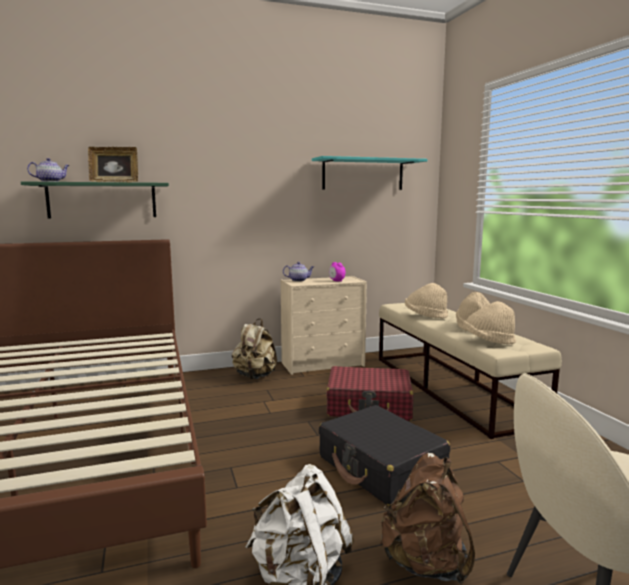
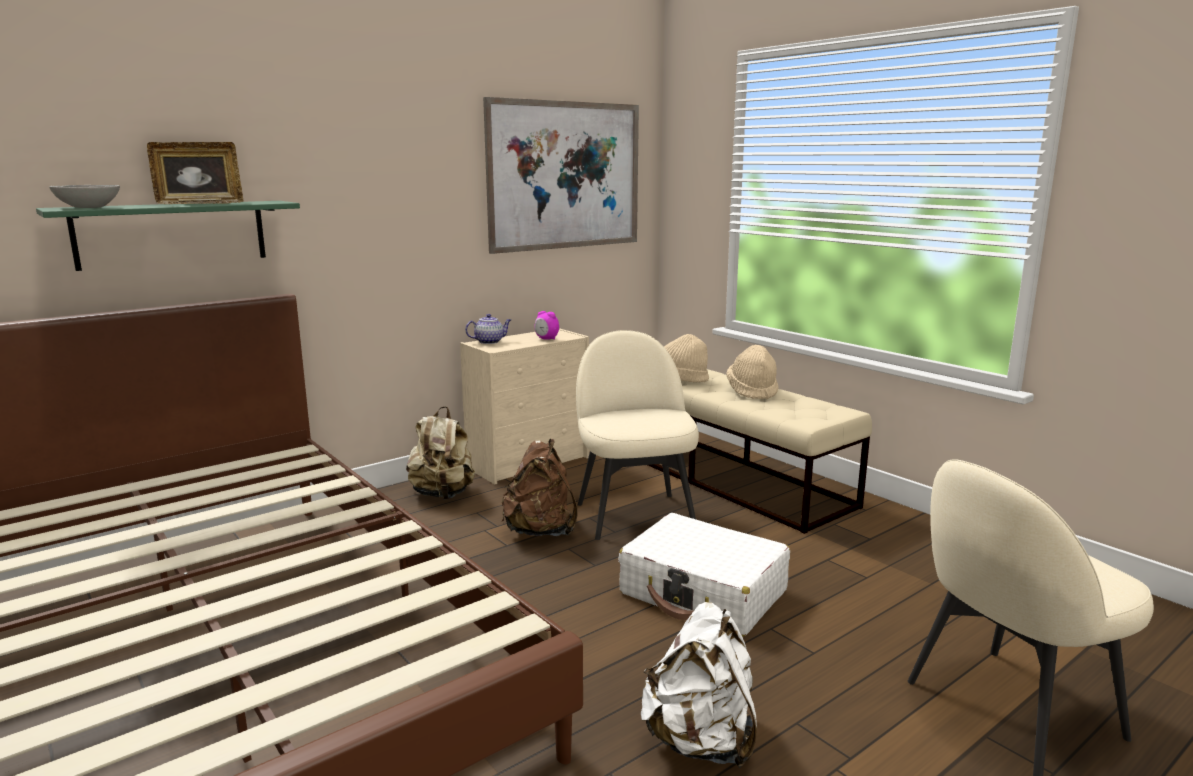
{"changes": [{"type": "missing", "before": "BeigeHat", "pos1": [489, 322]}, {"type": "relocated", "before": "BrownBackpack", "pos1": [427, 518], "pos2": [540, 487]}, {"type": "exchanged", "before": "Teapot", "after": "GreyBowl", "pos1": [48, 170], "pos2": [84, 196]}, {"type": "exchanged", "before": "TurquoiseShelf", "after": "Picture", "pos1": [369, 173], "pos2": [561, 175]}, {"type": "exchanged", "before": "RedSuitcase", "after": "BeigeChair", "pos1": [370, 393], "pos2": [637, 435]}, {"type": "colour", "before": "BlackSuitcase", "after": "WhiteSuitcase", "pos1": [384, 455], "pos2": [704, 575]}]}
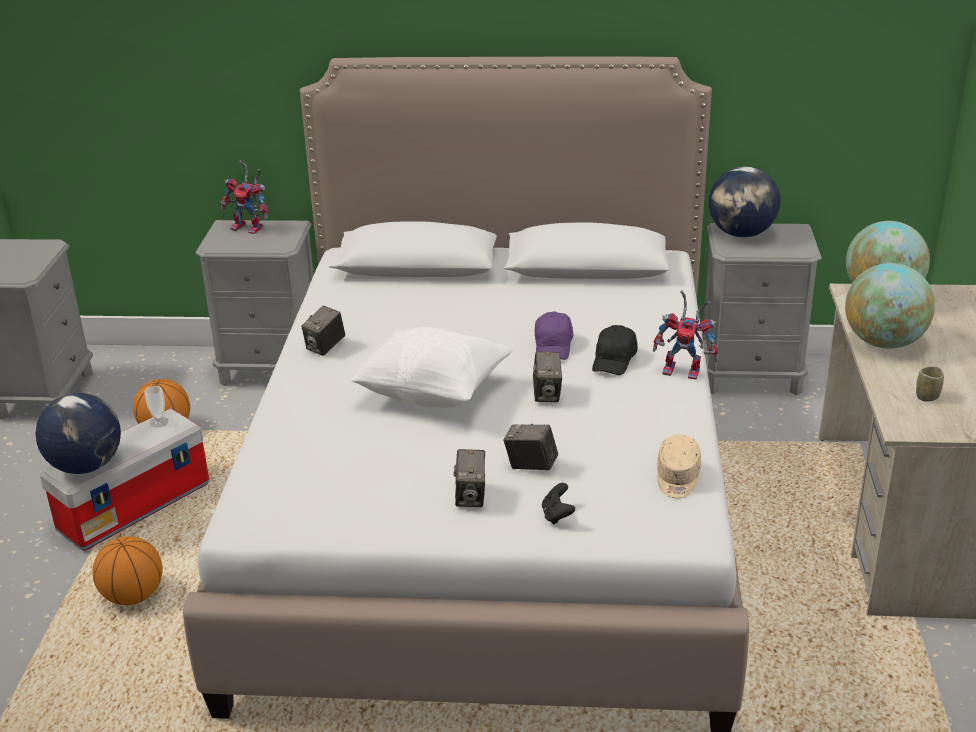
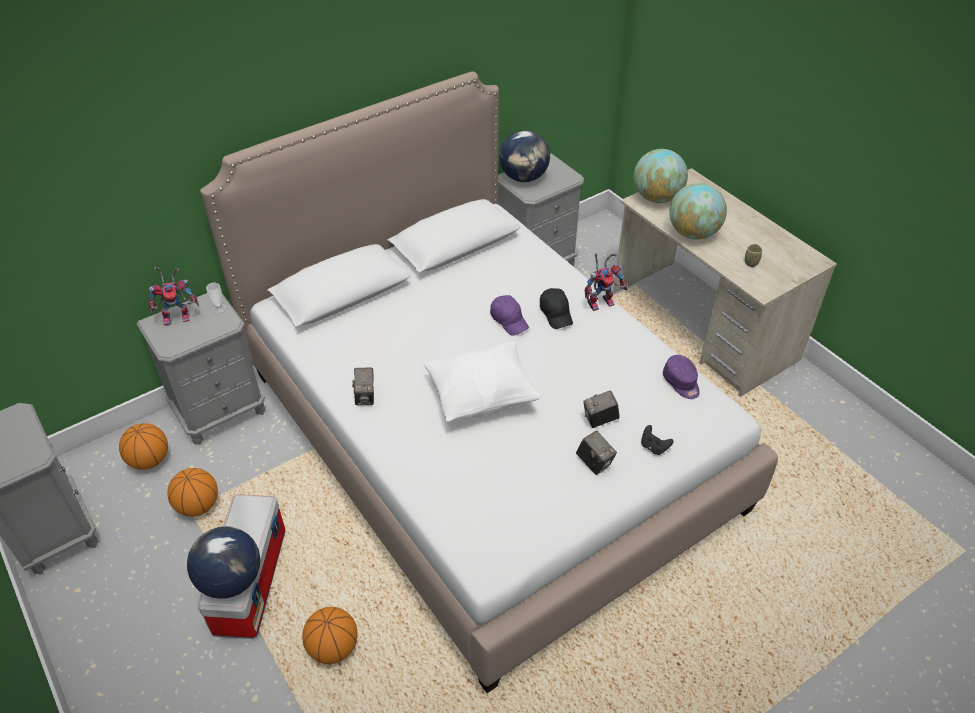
{"changes": [{"type": "missing", "before": "PhotoCamera", "pos1": [547, 376]}, {"type": "appeared", "after": "Basketball", "pos2": [143, 446]}, {"type": "relocated", "before": "Cup", "pos1": [157, 406], "pos2": [216, 298]}, {"type": "colour", "before": "BeigeCap", "after": "PurpleCap", "pos1": [679, 466], "pos2": [681, 377]}]}
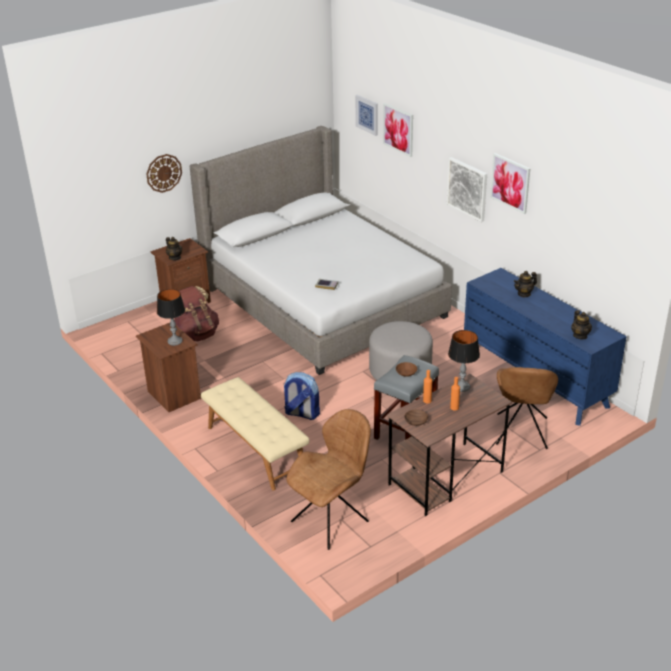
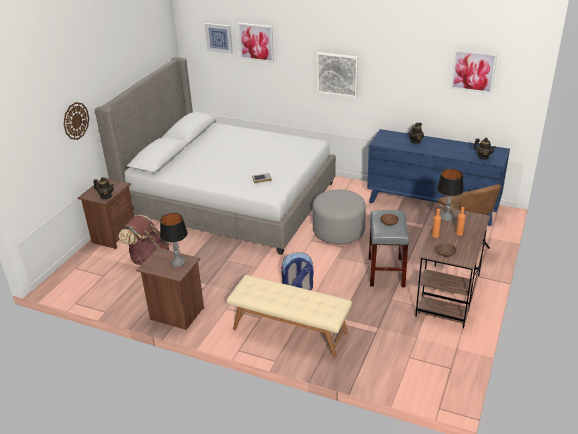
{"changes": [{"type": "missing", "before": "BrownChair", "pos1": [328, 479]}, {"type": "relocated", "before": "Picture", "pos1": [510, 183], "pos2": [474, 71]}]}
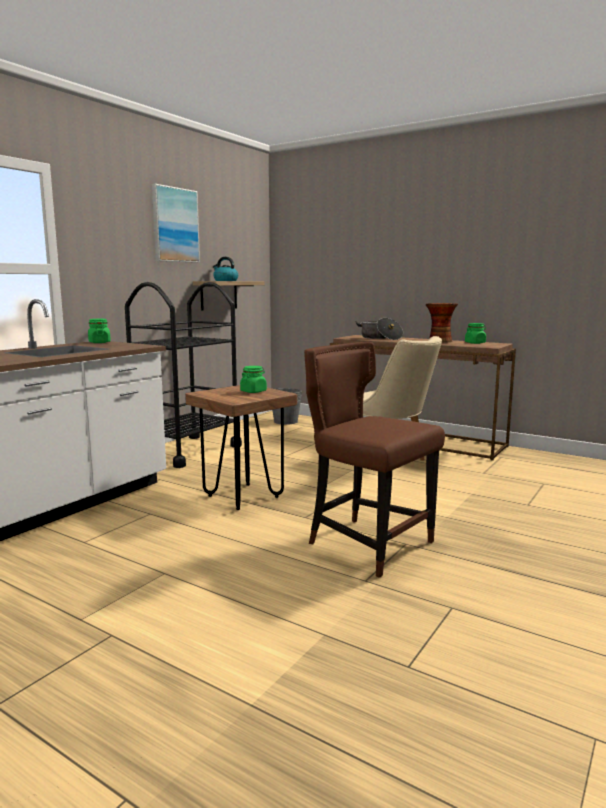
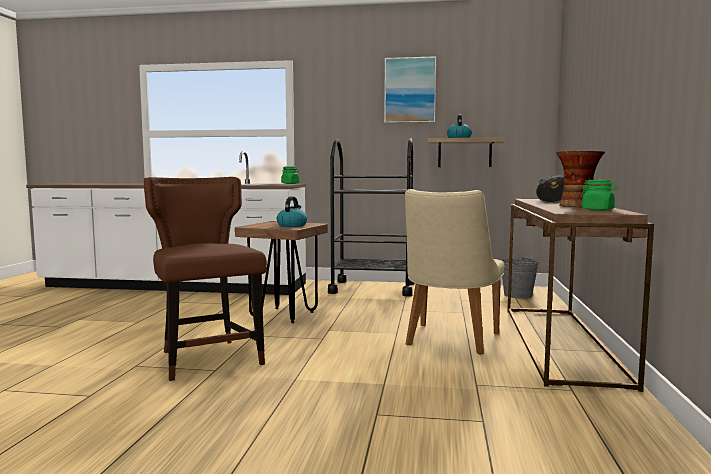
{"changes": [{"type": "exchanged", "before": "GreenJar", "after": "Kettle", "pos1": [253, 379], "pos2": [292, 211]}, {"type": "spun", "before": "BrownChair", "pos1": [374, 460], "pos2": [205, 279], "turn": -45}]}
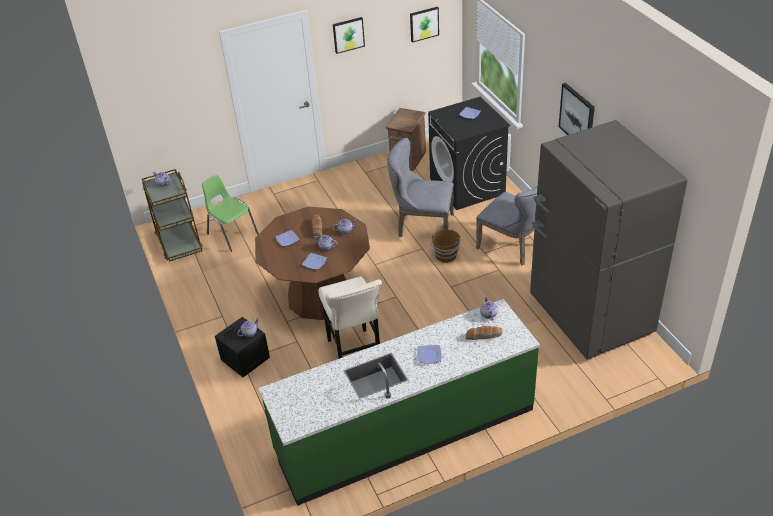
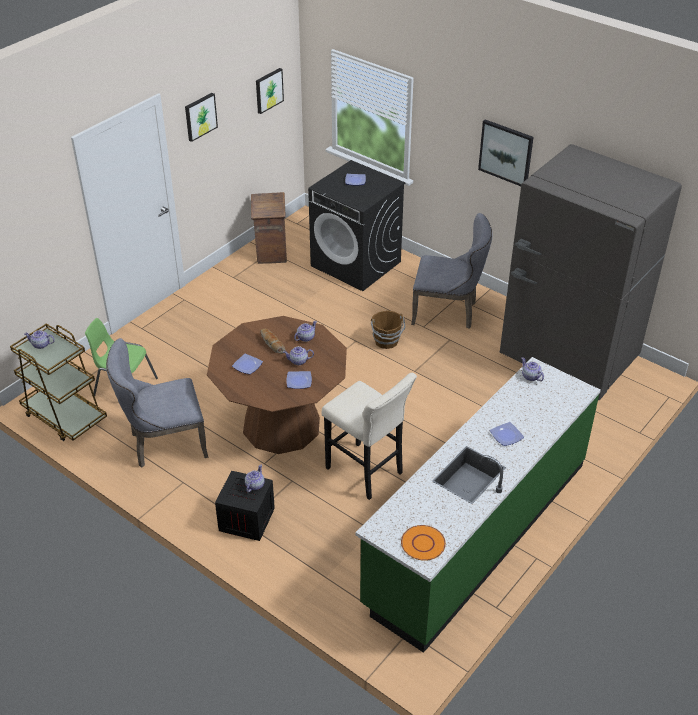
{"changes": [{"type": "missing", "before": "Bread", "pos1": [483, 333]}, {"type": "appeared", "after": "OrangePlate", "pos2": [423, 543]}, {"type": "relocated", "before": "GreyChair", "pos1": [420, 187], "pos2": [157, 403]}]}
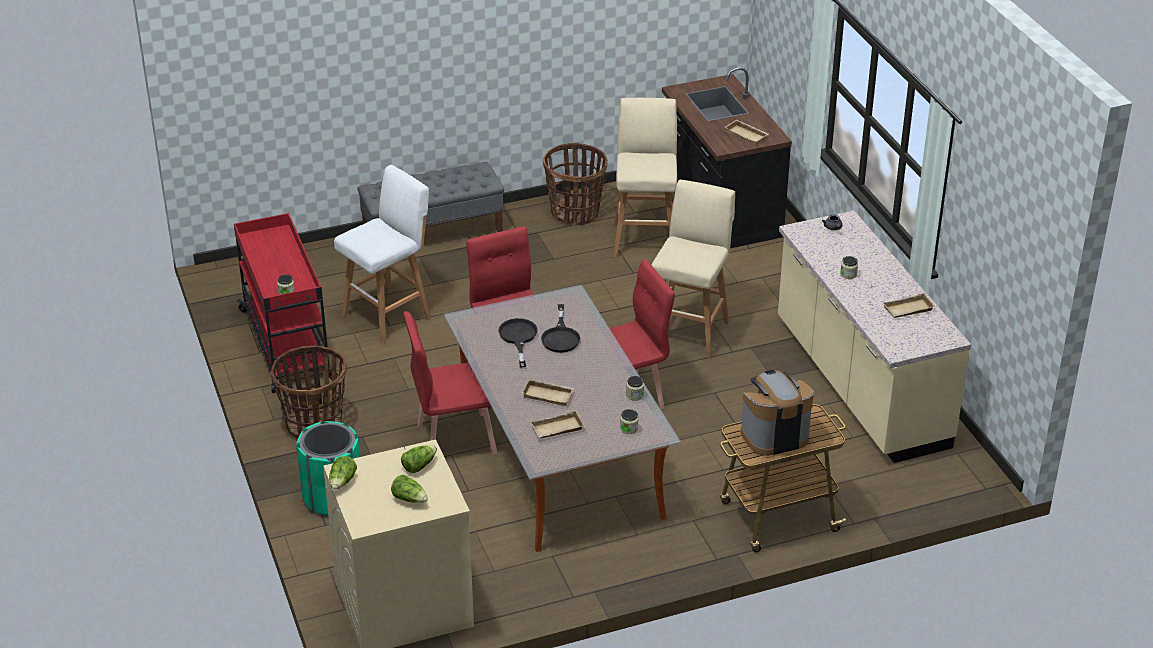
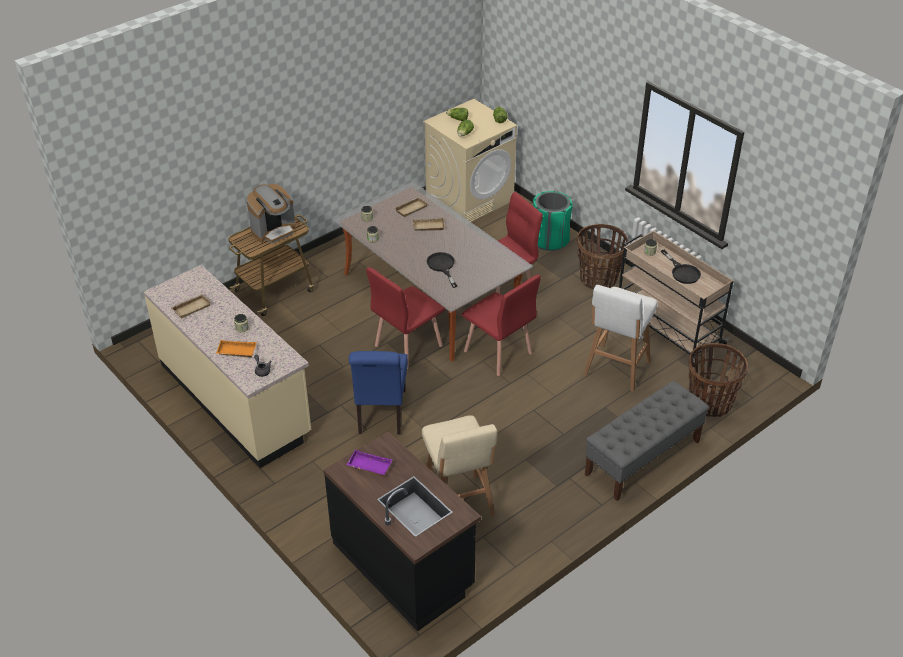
{"changes": [{"type": "appeared", "after": "OrangeTray", "pos2": [236, 349]}, {"type": "relocated", "before": "BlackFryingPan", "pos1": [517, 343], "pos2": [681, 266]}, {"type": "relocated", "before": "Basket", "pos1": [575, 184], "pos2": [718, 380]}, {"type": "exchanged", "before": "BeigeStool", "after": "BlueChair", "pos1": [693, 269], "pos2": [378, 392]}, {"type": "colour", "before": "RedCart", "after": "BeigeCart", "pos1": [285, 303], "pos2": [676, 298]}, {"type": "colour", "before": "BeigeTray", "after": "PurpleTray", "pos1": [747, 132], "pos2": [369, 463]}]}
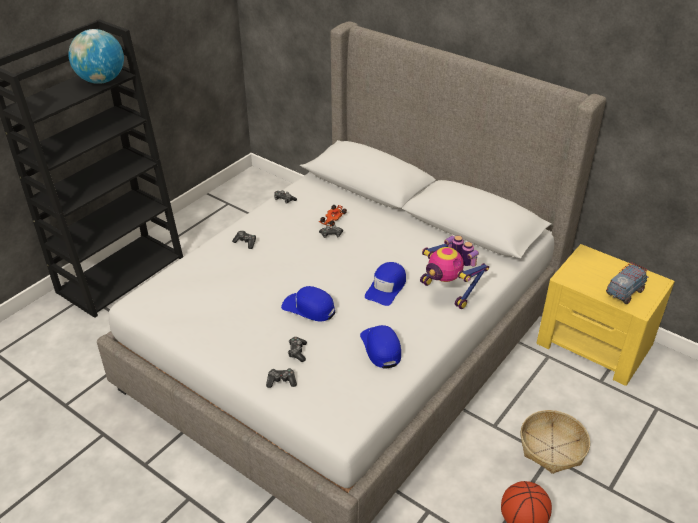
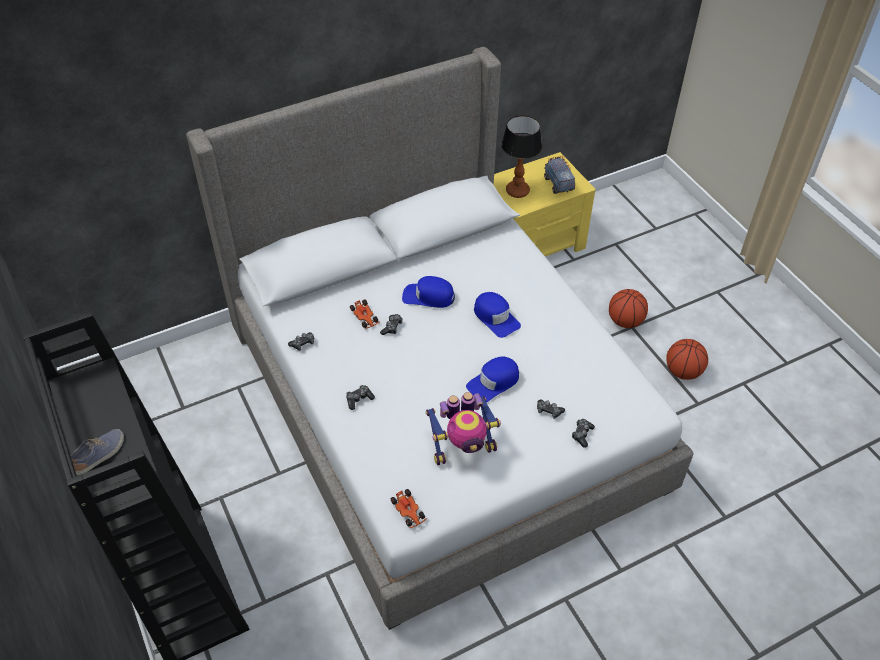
{"changes": [{"type": "missing", "before": "Globe", "pos1": [96, 56]}, {"type": "appeared", "after": "Shoe", "pos2": [97, 452]}, {"type": "appeared", "after": "ToyCar", "pos2": [409, 508]}, {"type": "appeared", "after": "TableLamp", "pos2": [521, 156]}, {"type": "relocated", "before": "BlueCap", "pos1": [380, 346], "pos2": [428, 292]}, {"type": "relocated", "before": "ToyRobot", "pos1": [454, 272], "pos2": [463, 428]}, {"type": "exchanged", "before": "Basket", "after": "Basketball", "pos1": [555, 442], "pos2": [628, 308]}]}
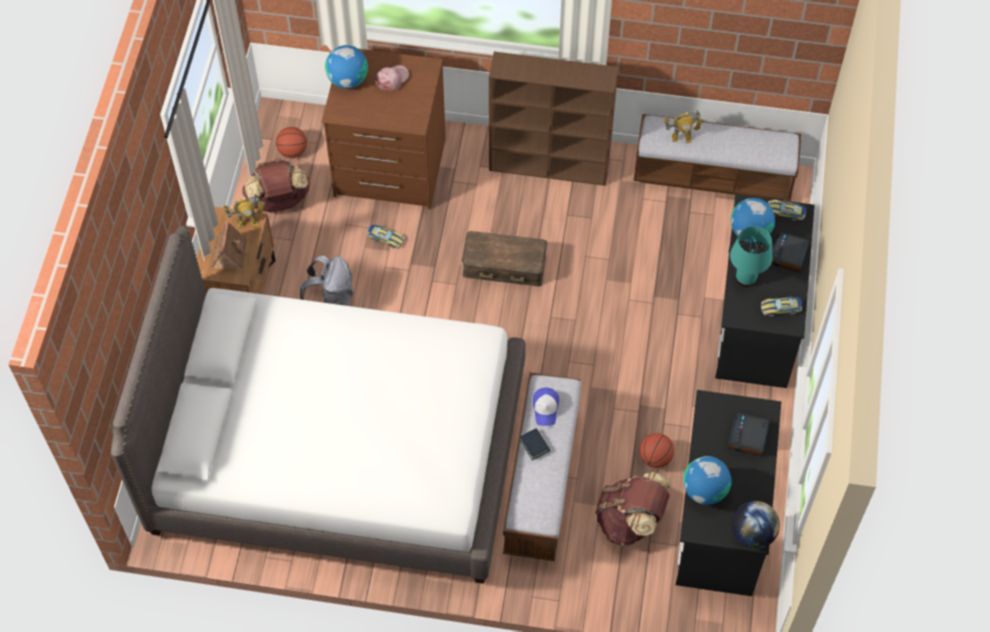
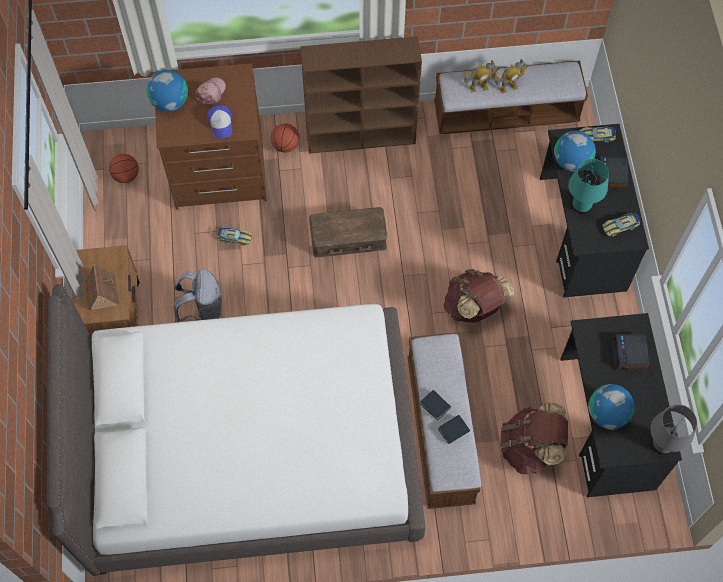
{"changes": [{"type": "appeared", "after": "Book", "pos2": [454, 429]}, {"type": "relocated", "before": "ToyRobot", "pos1": [244, 211], "pos2": [511, 76]}, {"type": "relocated", "before": "BrownBackpack", "pos1": [276, 185], "pos2": [479, 296]}, {"type": "relocated", "before": "Cap", "pos1": [546, 407], "pos2": [219, 122]}, {"type": "relocated", "before": "Basketball", "pos1": [657, 450], "pos2": [285, 138]}, {"type": "exchanged", "before": "Globe", "after": "GreyTableLamp", "pos1": [756, 525], "pos2": [673, 429]}]}
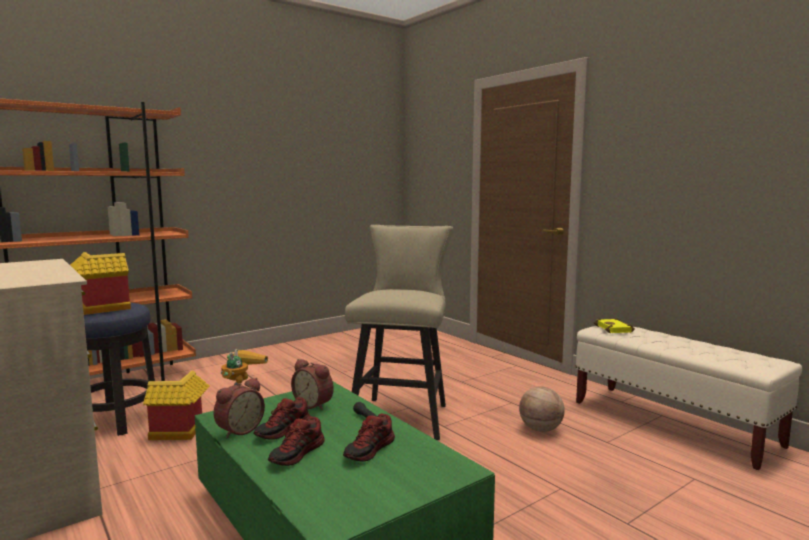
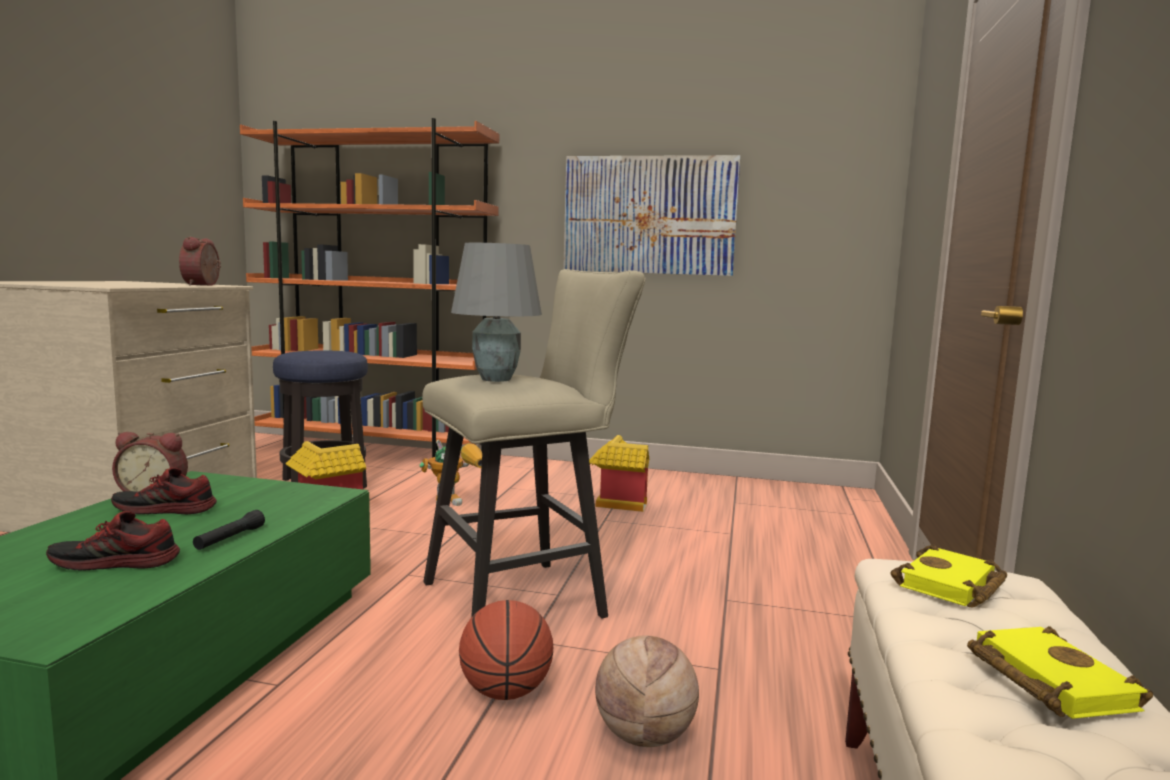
{"changes": [{"type": "missing", "before": "Shoe", "pos1": [296, 441]}, {"type": "appeared", "after": "GreyTableLamp", "pos2": [496, 312]}, {"type": "appeared", "after": "Basketball", "pos2": [506, 650]}, {"type": "appeared", "after": "Picture", "pos2": [652, 215]}, {"type": "appeared", "after": "YellowBook", "pos2": [1060, 672]}, {"type": "relocated", "before": "ToyHouse", "pos1": [100, 283], "pos2": [619, 473]}, {"type": "relocated", "before": "AlarmClock", "pos1": [312, 384], "pos2": [200, 261]}]}
